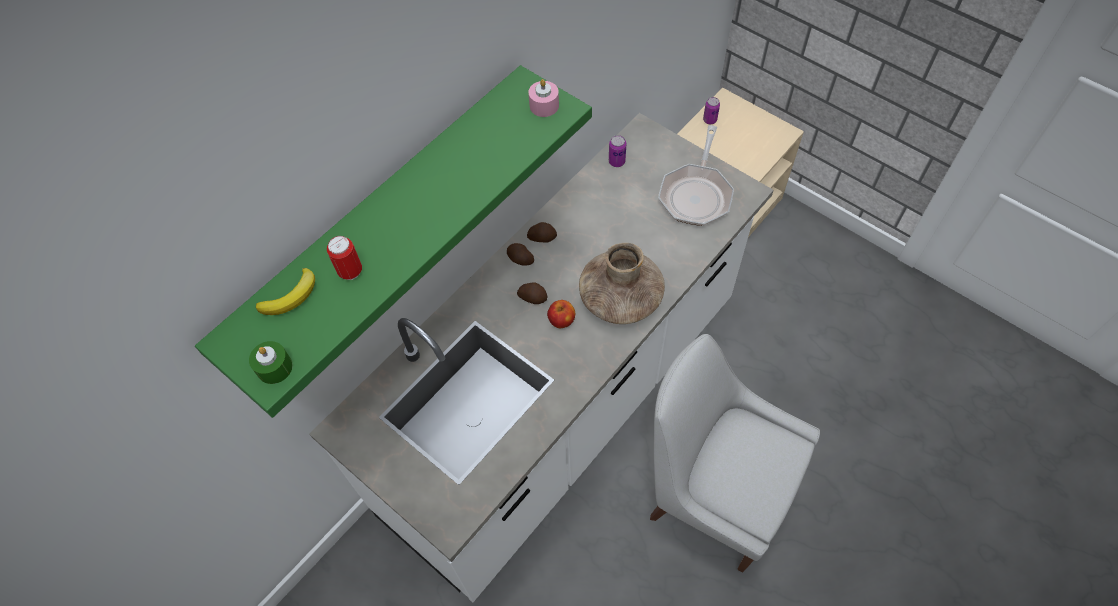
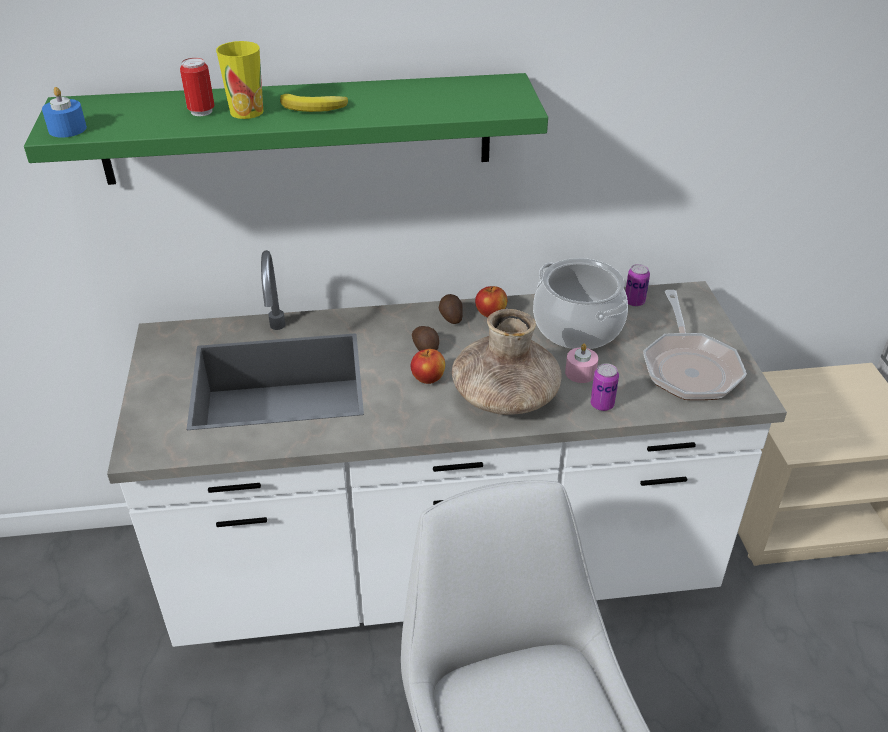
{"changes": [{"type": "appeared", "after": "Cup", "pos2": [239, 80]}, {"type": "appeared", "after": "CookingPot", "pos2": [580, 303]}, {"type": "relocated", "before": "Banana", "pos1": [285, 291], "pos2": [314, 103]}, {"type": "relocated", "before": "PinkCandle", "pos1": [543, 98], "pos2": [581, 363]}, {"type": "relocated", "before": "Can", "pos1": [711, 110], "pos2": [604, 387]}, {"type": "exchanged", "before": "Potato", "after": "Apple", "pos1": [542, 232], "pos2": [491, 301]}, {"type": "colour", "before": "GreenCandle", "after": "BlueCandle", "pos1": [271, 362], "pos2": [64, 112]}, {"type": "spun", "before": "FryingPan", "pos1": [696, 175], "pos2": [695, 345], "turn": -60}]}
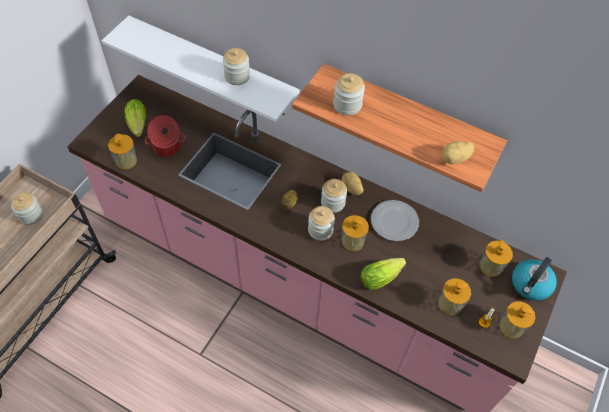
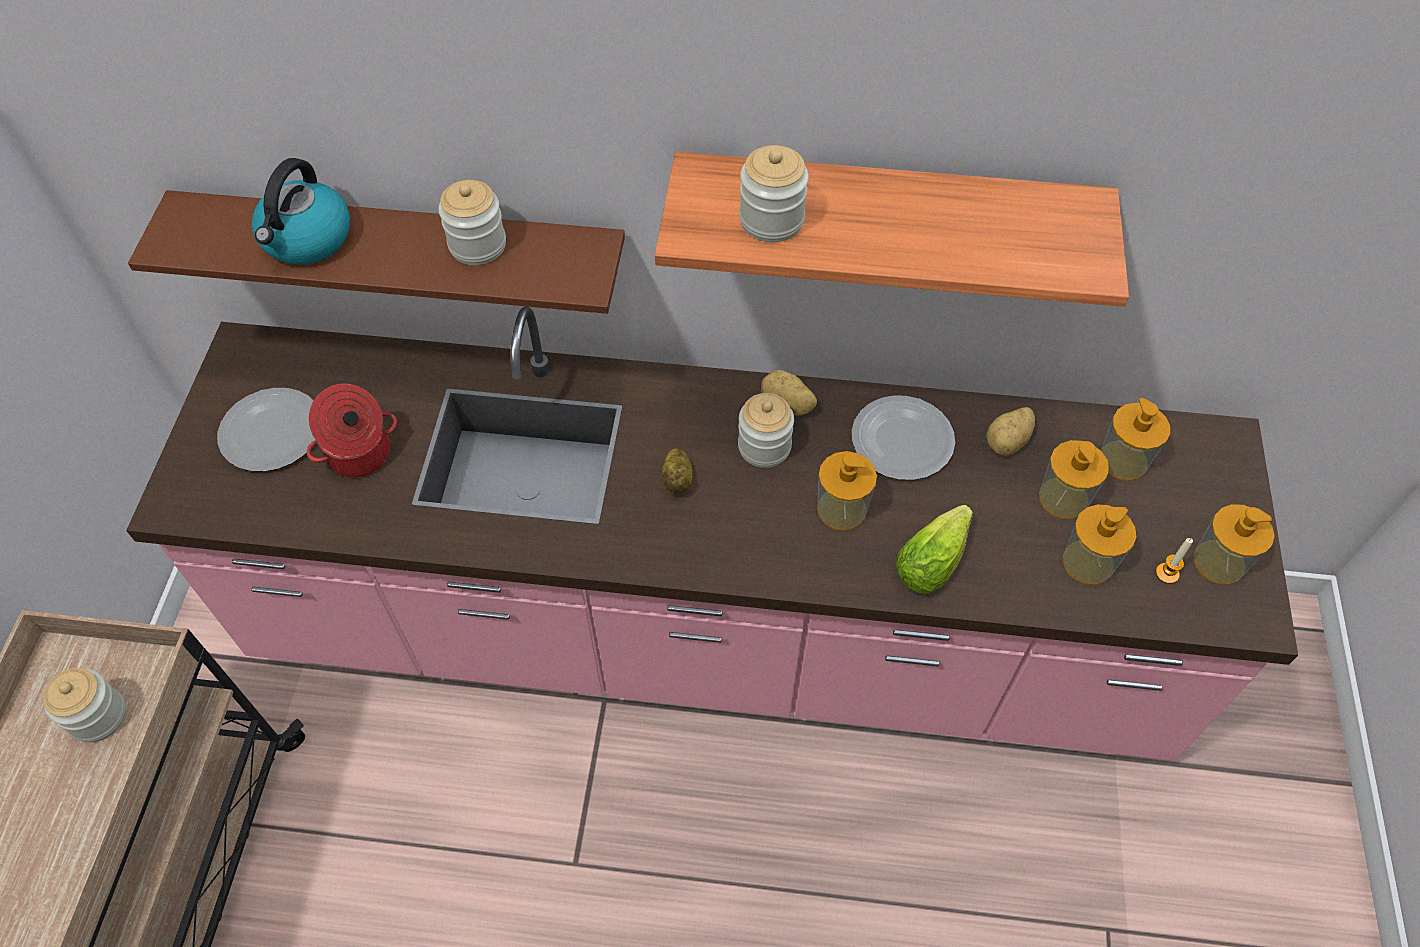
{"changes": [{"type": "missing", "before": "Jar", "pos1": [321, 223]}, {"type": "relocated", "before": "SoapDispenser", "pos1": [122, 151], "pos2": [1074, 479]}, {"type": "relocated", "before": "Potato", "pos1": [458, 152], "pos2": [1010, 431]}, {"type": "relocated", "before": "Kettle", "pos1": [534, 279], "pos2": [301, 211]}, {"type": "exchanged", "before": "Lettuce", "after": "Plate", "pos1": [135, 118], "pos2": [266, 430]}, {"type": "colour", "before": "WhiteShelf", "after": "BrownShelf", "pos1": [201, 69], "pos2": [376, 252]}]}
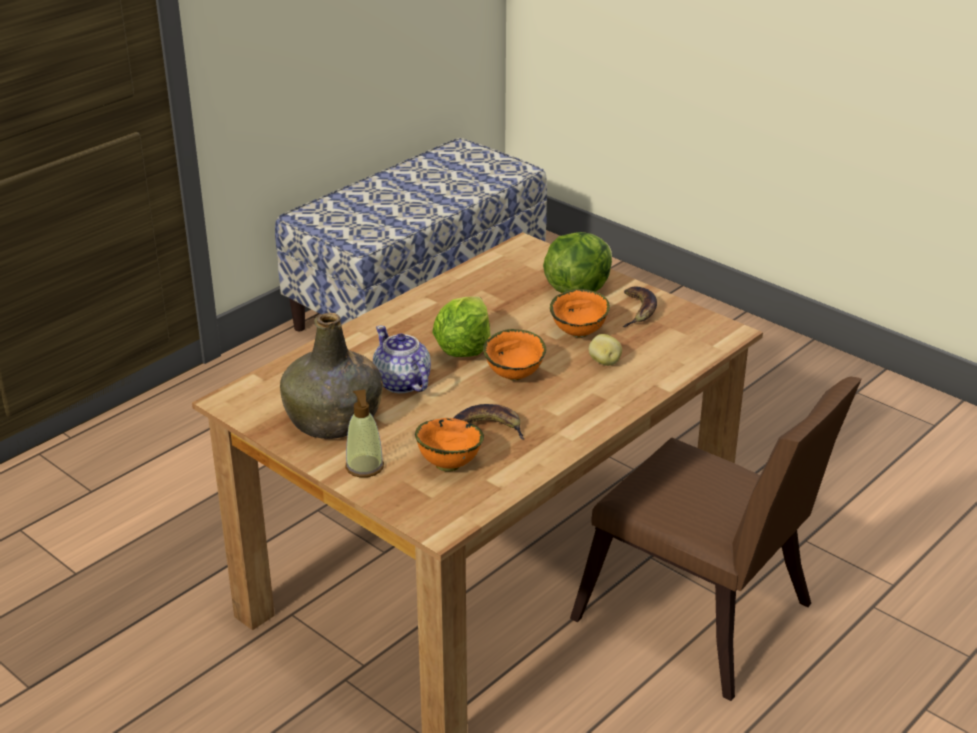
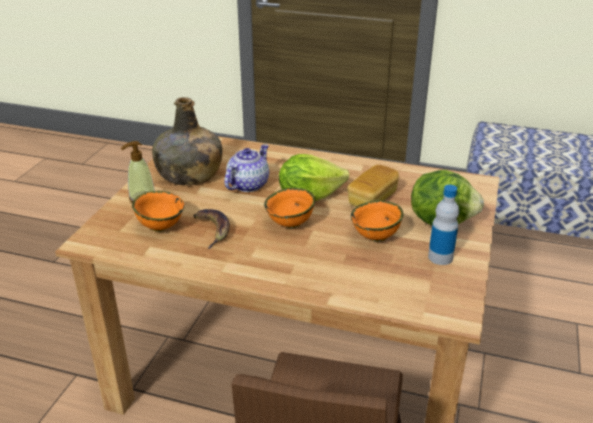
{"changes": [{"type": "missing", "before": "Potato", "pos1": [605, 350]}, {"type": "appeared", "after": "Bread", "pos2": [373, 186]}, {"type": "exchanged", "before": "Banana", "after": "Bottle", "pos1": [639, 306], "pos2": [443, 225]}]}
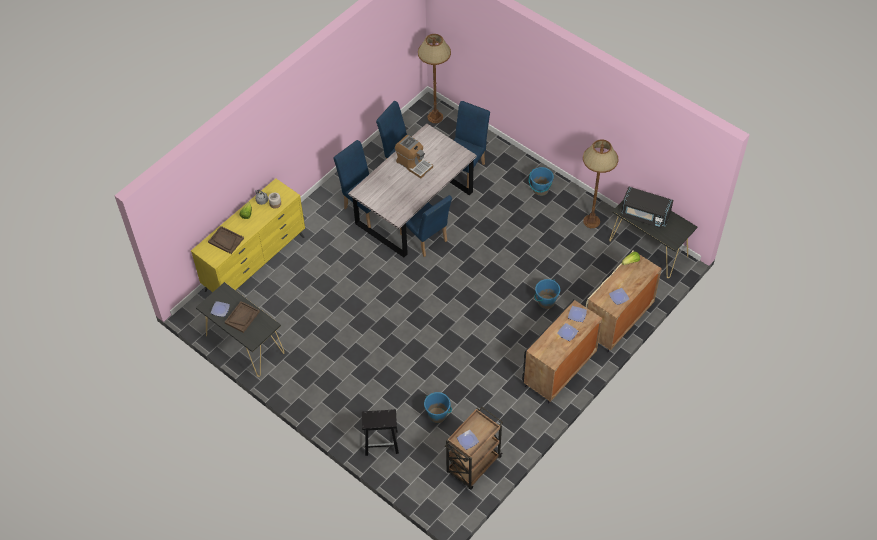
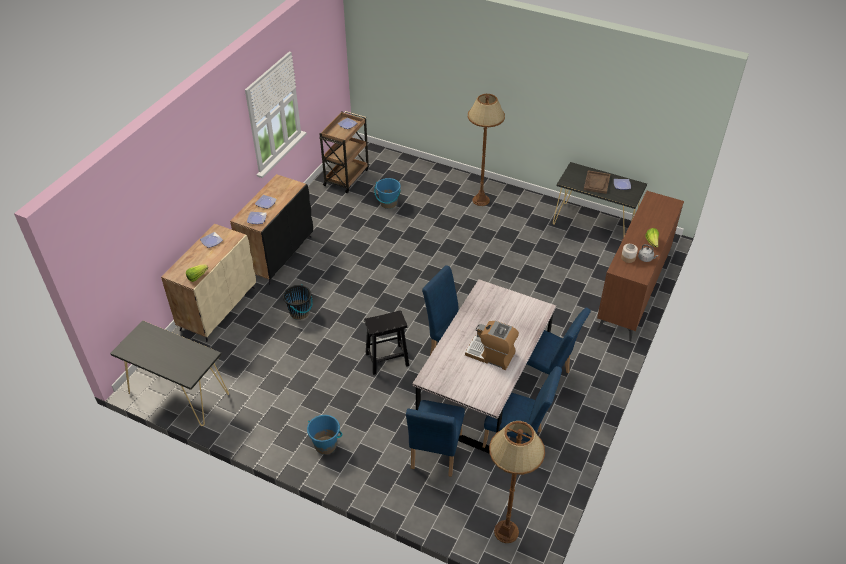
{"changes": [{"type": "missing", "before": "BrownTray", "pos1": [226, 240]}, {"type": "missing", "before": "BlackMicrowave", "pos1": [647, 207]}, {"type": "relocated", "before": "BlackStool", "pos1": [380, 432], "pos2": [386, 342]}, {"type": "relocated", "before": "BrownFloorLamp", "pos1": [600, 183], "pos2": [486, 150]}, {"type": "colour", "before": "YellowDresser", "after": "BrownDresser", "pos1": [248, 235], "pos2": [640, 266]}, {"type": "colour", "before": "BlueBucket", "after": "BlackBucket", "pos1": [547, 294], "pos2": [298, 302]}]}
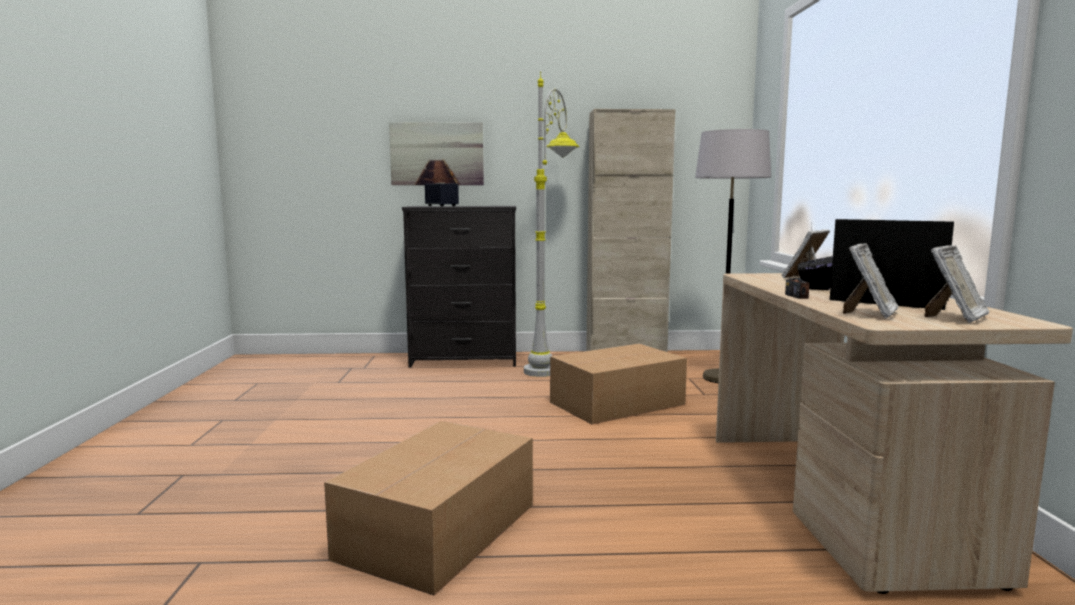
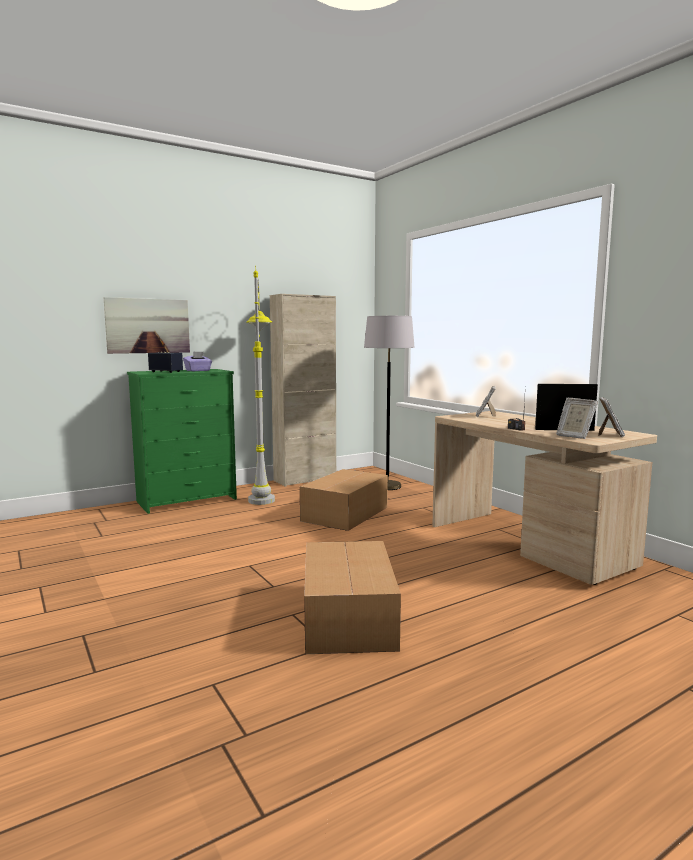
{"changes": [{"type": "missing", "before": "BlackTissueBox", "pos1": [815, 268]}, {"type": "appeared", "after": "PurpleTissueBox", "pos2": [197, 361]}, {"type": "colour", "before": "BlackDresser", "after": "GreenDresser", "pos1": [459, 287], "pos2": [182, 441]}, {"type": "spun", "before": "PictureFrame", "pos1": [870, 281], "pos2": [577, 418], "turn": 135}]}
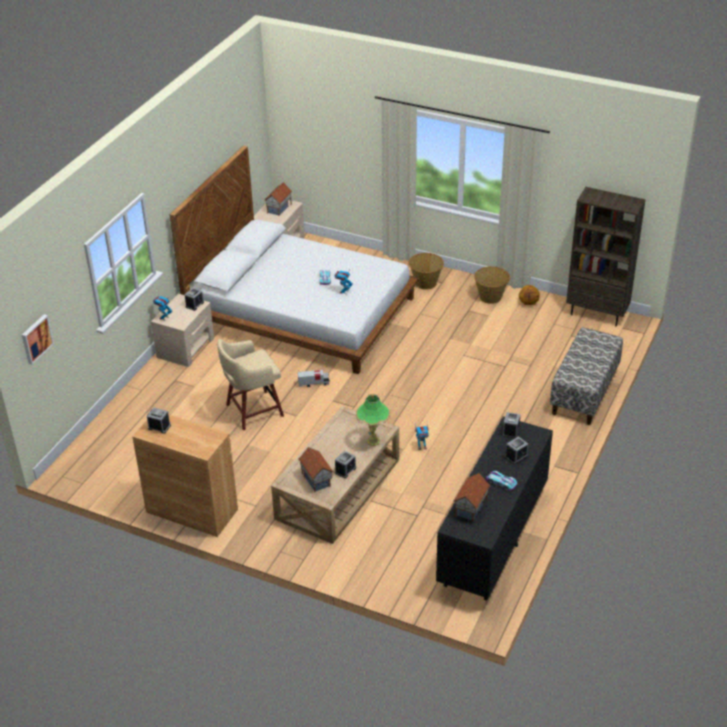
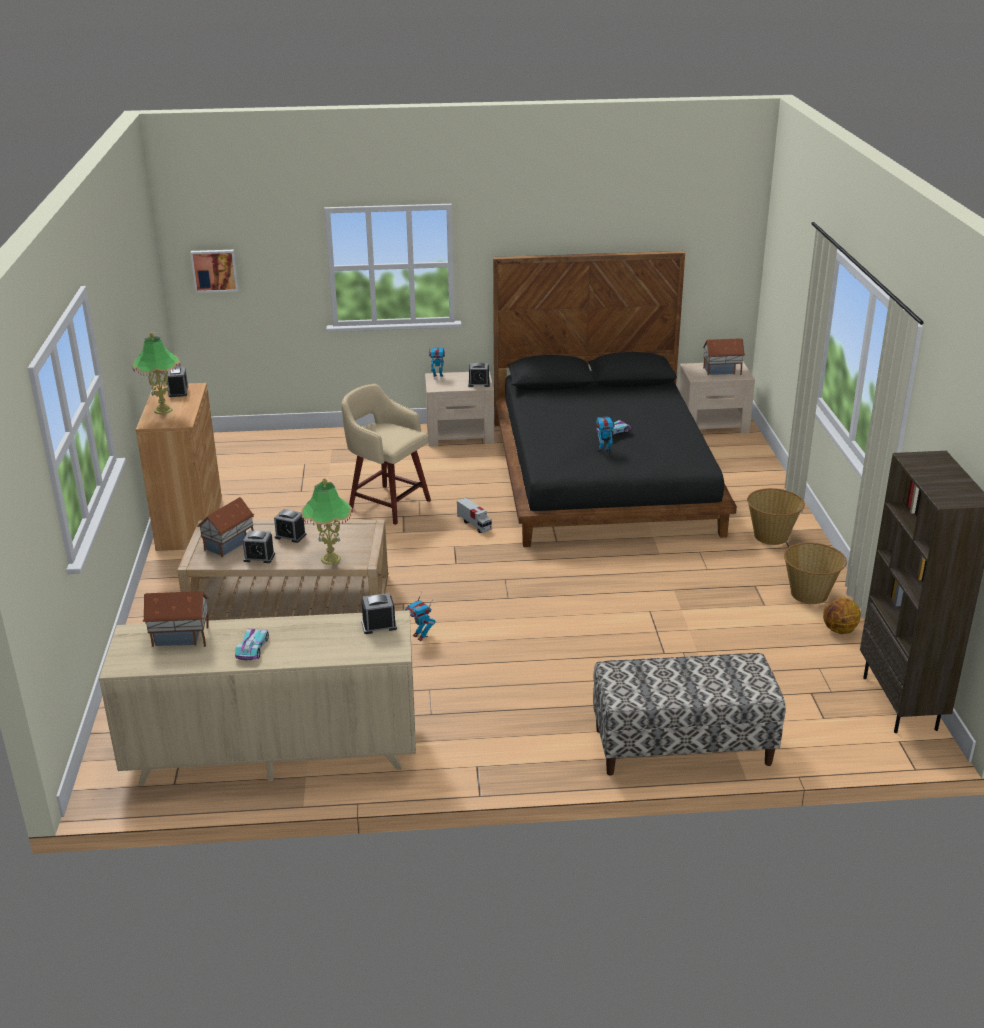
{"changes": [{"type": "appeared", "after": "TableLamp", "pos2": [156, 373]}, {"type": "relocated", "before": "AlarmClock", "pos1": [516, 450], "pos2": [290, 526]}, {"type": "colour", "before": "WhiteBed", "after": "BlackBed", "pos1": [294, 260], "pos2": [615, 399]}, {"type": "colour", "before": "BlackDresser", "after": "BeigeDresser", "pos1": [494, 508], "pos2": [257, 697]}]}
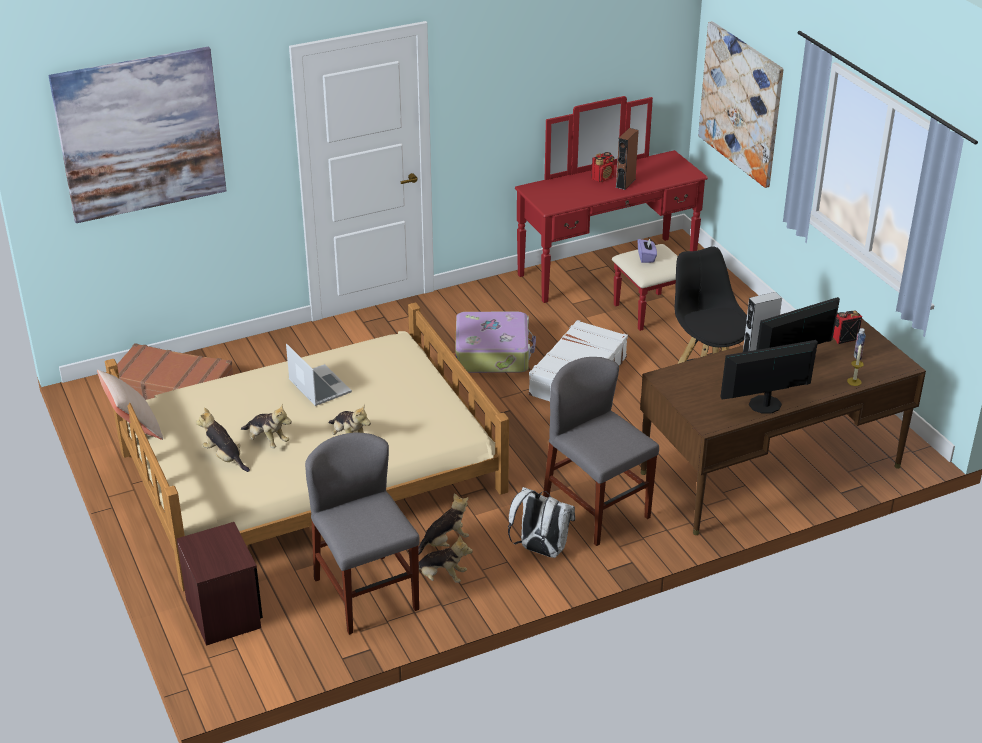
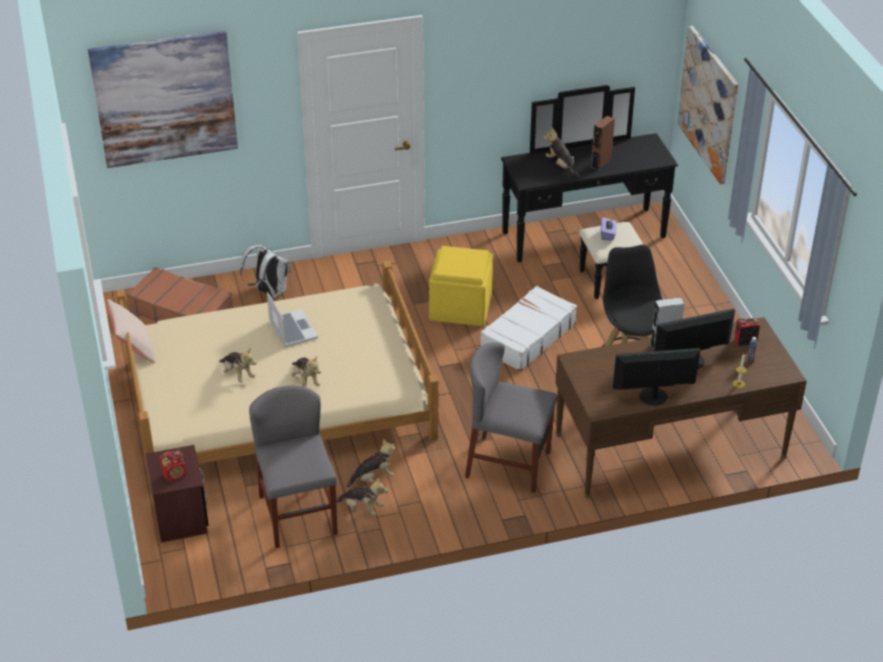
{"changes": [{"type": "relocated", "before": "PlushToy", "pos1": [223, 439], "pos2": [562, 152]}, {"type": "relocated", "before": "WhiteBackpack", "pos1": [541, 522], "pos2": [265, 271]}, {"type": "relocated", "before": "Radio", "pos1": [602, 167], "pos2": [173, 465]}, {"type": "exchanged", "before": "Suitcase", "after": "YellowOttoman", "pos1": [495, 342], "pos2": [461, 286]}, {"type": "colour", "before": "RedDresser", "after": "BlackDresser", "pos1": [611, 213], "pos2": [589, 192]}, {"type": "spun", "before": "GreyChair", "pos1": [601, 451], "pos2": [511, 417], "turn": -45}]}
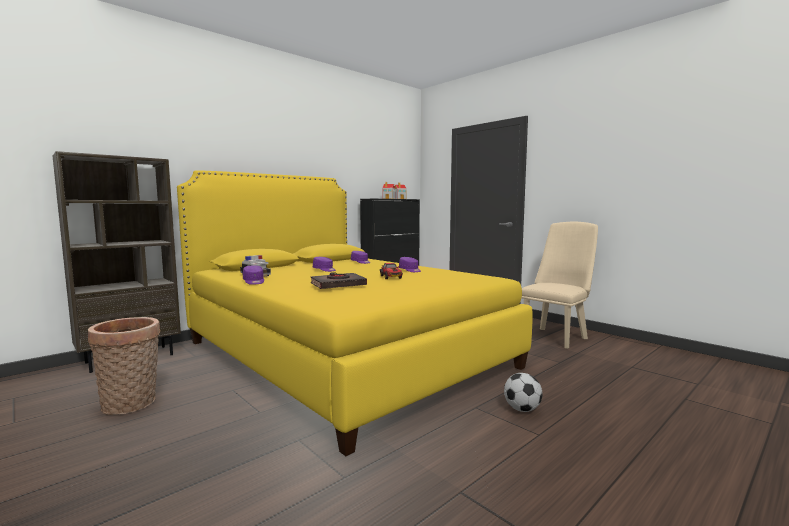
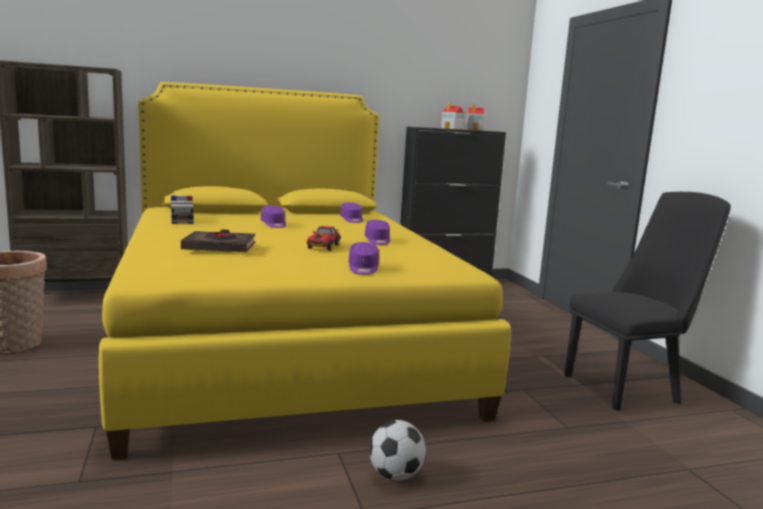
{"changes": [{"type": "relocated", "before": "PurpleCap", "pos1": [253, 275], "pos2": [364, 258]}, {"type": "colour", "before": "BeigeChair", "after": "BlackChair", "pos1": [560, 285], "pos2": [647, 301]}]}
